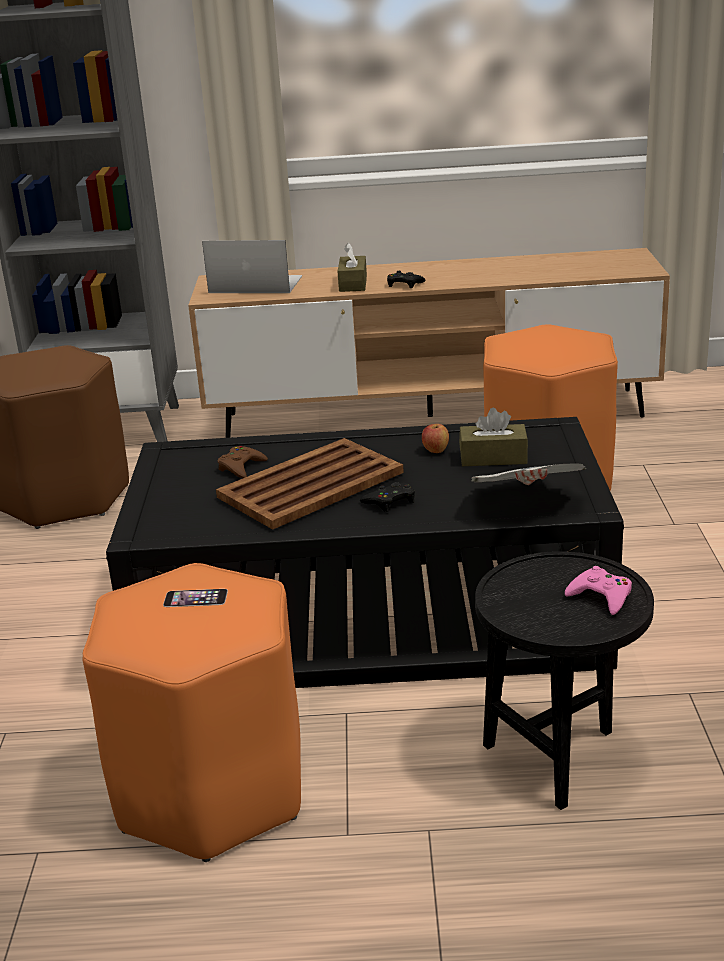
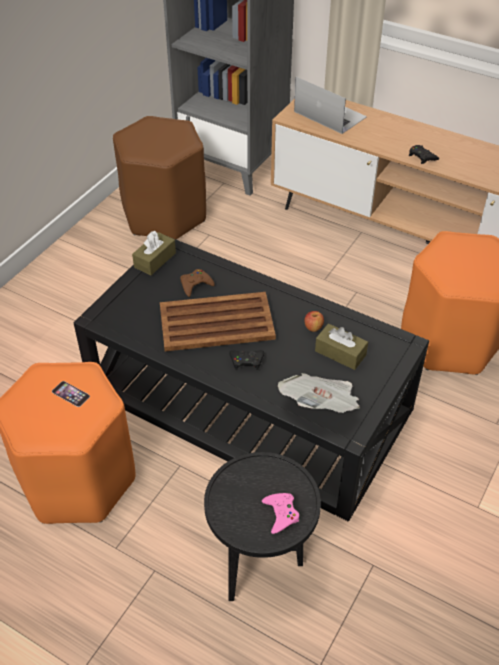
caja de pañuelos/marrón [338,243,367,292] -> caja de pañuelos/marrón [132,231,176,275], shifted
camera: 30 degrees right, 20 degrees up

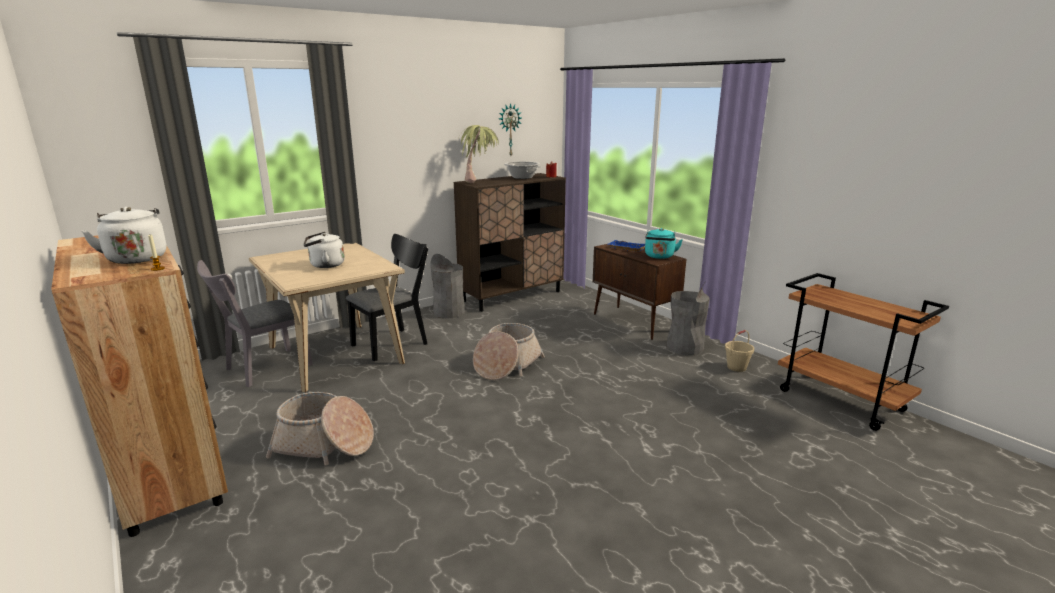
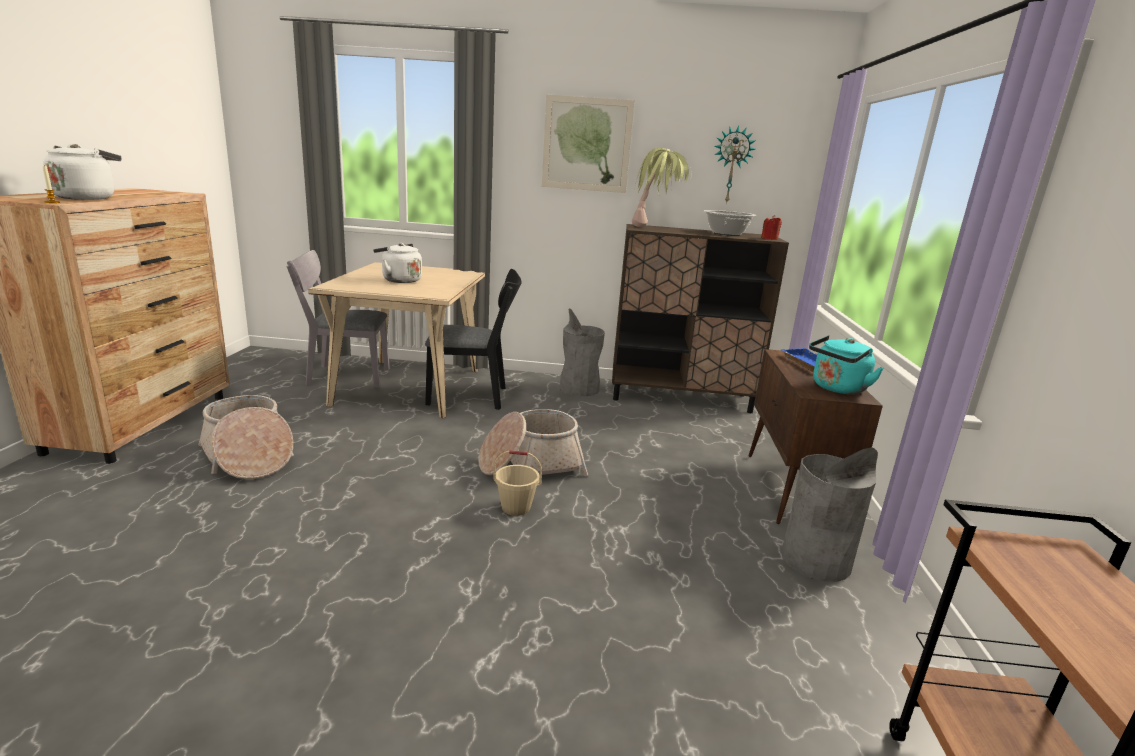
none -> cuadro [542,95,635,193]
cubo/beis [725,330,754,372] -> cubo/beis [493,450,542,516], shifted
camera: 40 degrees right, 0 degrees up

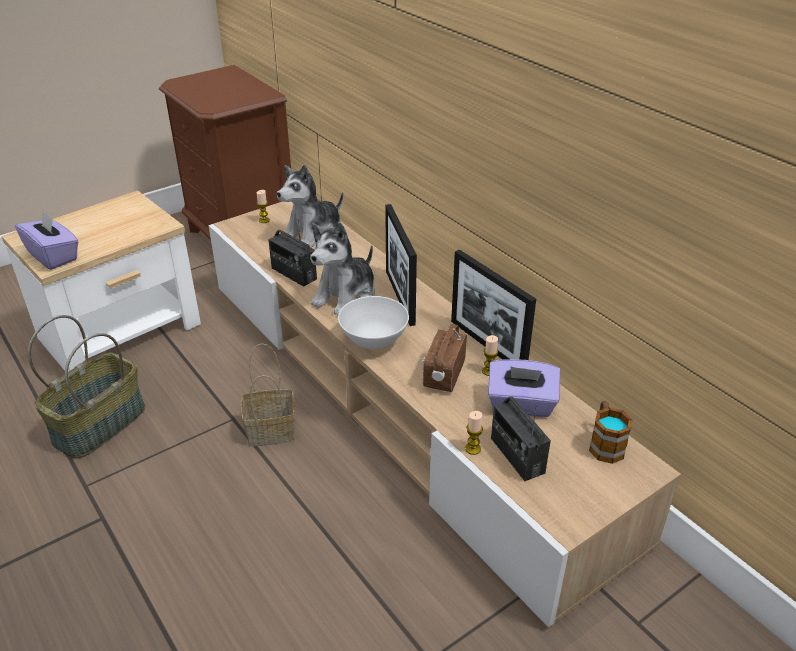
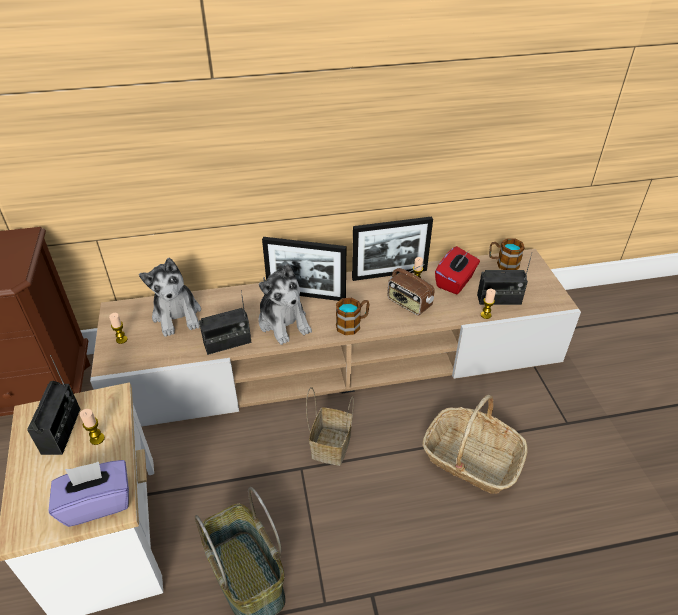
none -> radio [27,355,80,455]
none -> vela [80,409,105,445]
none -> cesta [422,395,528,494]
cuenco/blanco [338,296,409,349] -> taza grande [336,298,370,335]
caja de pañuelos/morado [488,359,560,417] -> caja de pañuelos/rojo [435,246,480,295]
camera: 65 degrees left, 5 degrees up

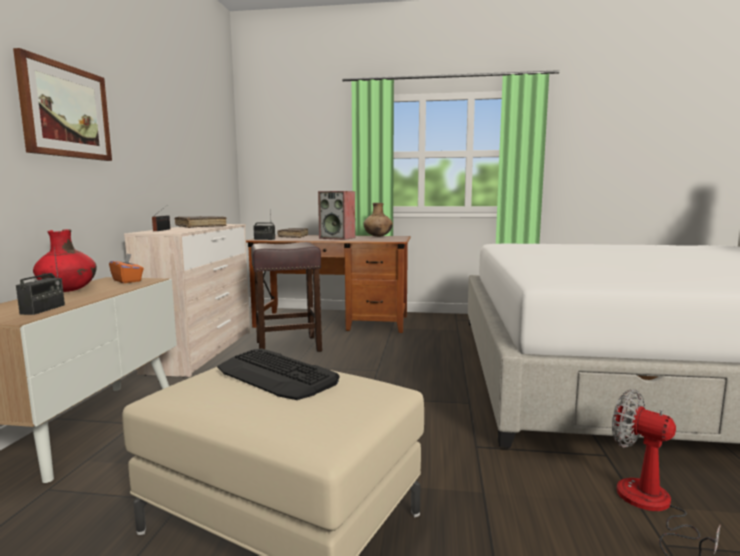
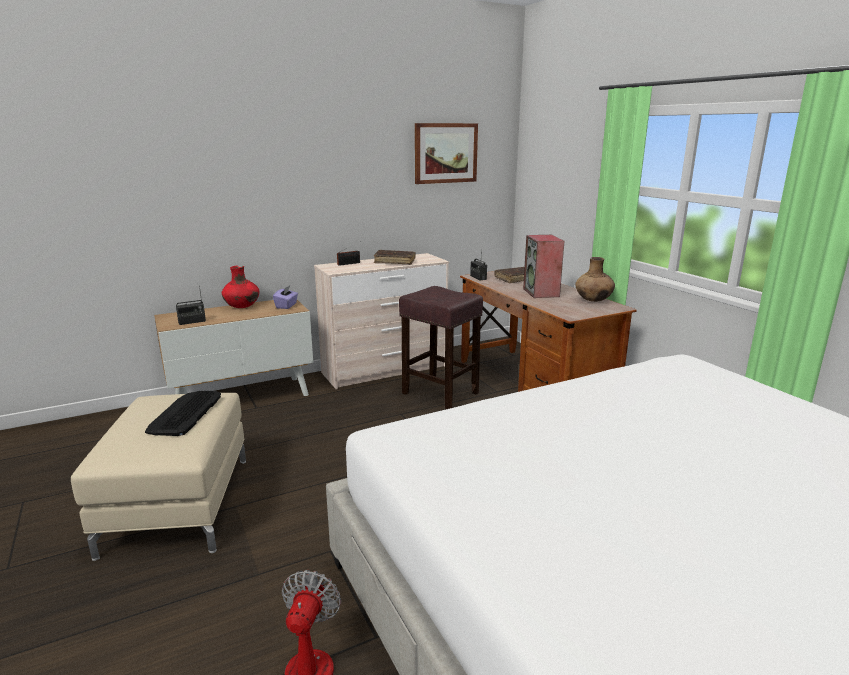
cuadro [13,48,112,161] -> cuadro [415,123,478,184], shifted
caja de pañuelos/naranja [109,254,144,283] -> caja de pañuelos/morado [273,286,298,309]
camera: 55 degrees right, 10 degrees up

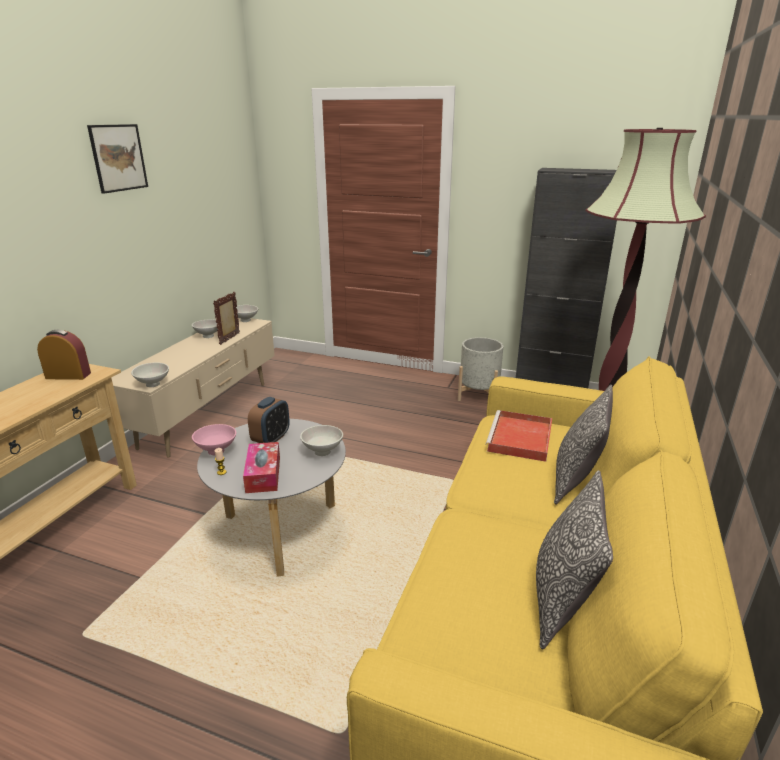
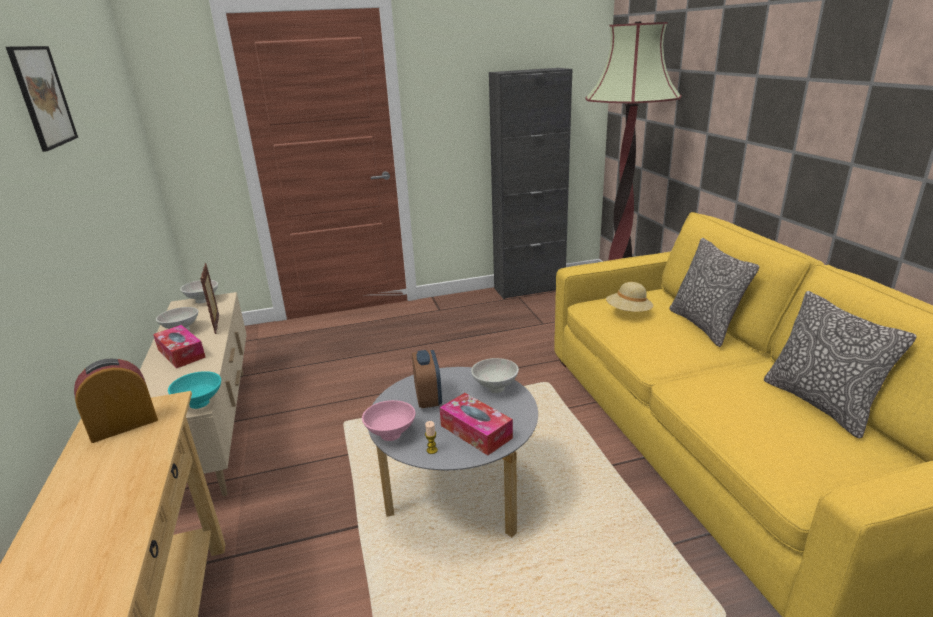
maceta/gris [458,337,504,401] -> none
none -> caja de pañuelos [153,325,206,368]
bandeja/rojo [486,410,552,462] -> sombrero/beis [606,282,654,312]
cuenco/blanco [131,362,169,387] -> cuenco/turquesa [168,371,221,409]
camera: 35 degrees left, 0 degrees up

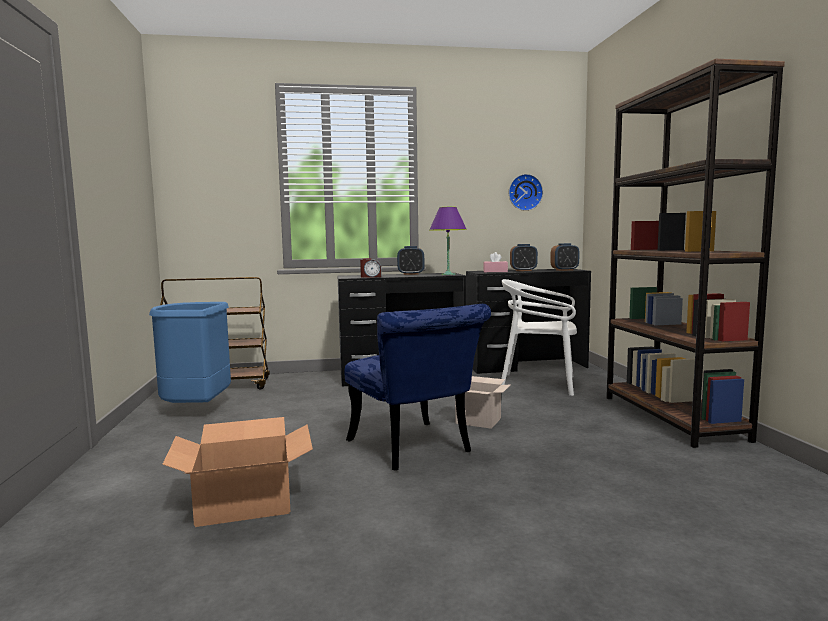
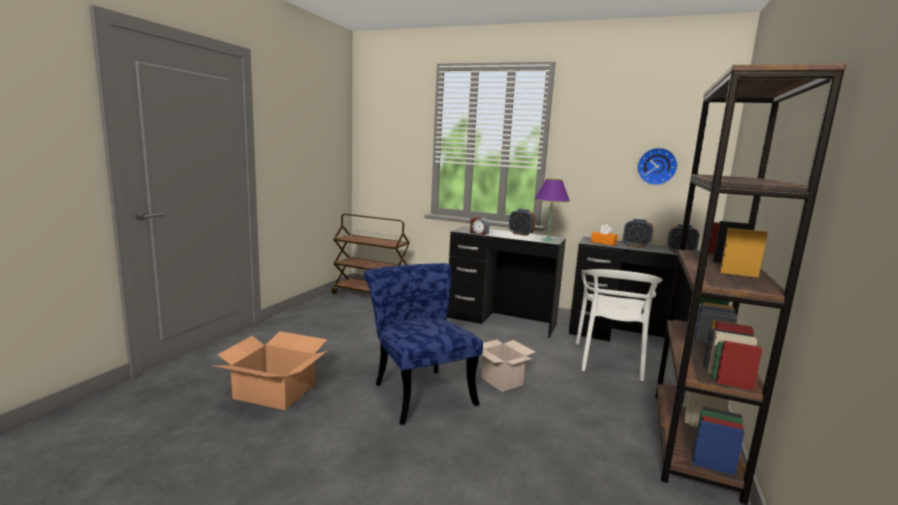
papelera/azul [149,302,231,403] -> none
caja de pañuelos/rosa [483,252,508,272] -> caja de pañuelos/naranja [591,224,618,246]
silla/azul [345,304,491,471] -> silla/azul [364,263,483,425], 150 degrees clockwise
silla/blanco [501,279,577,396] -> silla/blanco [576,269,663,381], 120 degrees counterclockwise
camera: 30 degrees right, 5 degrees up

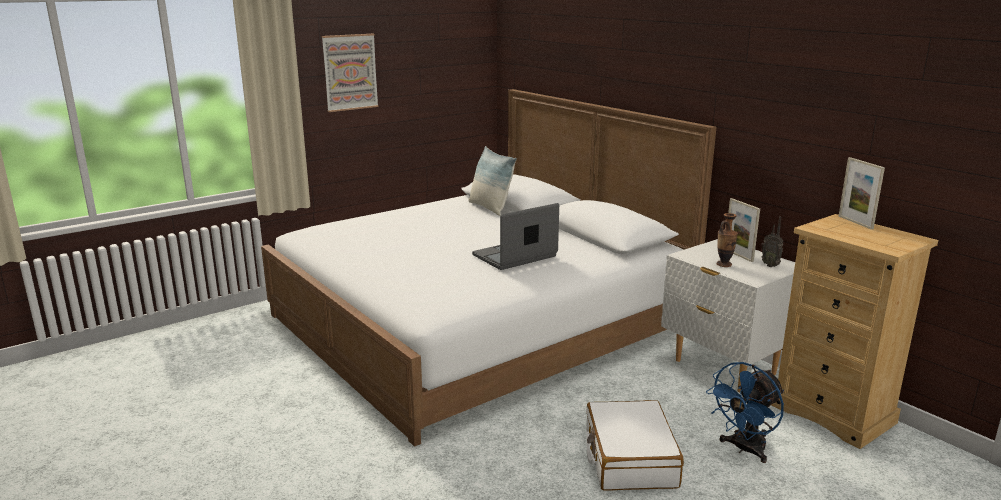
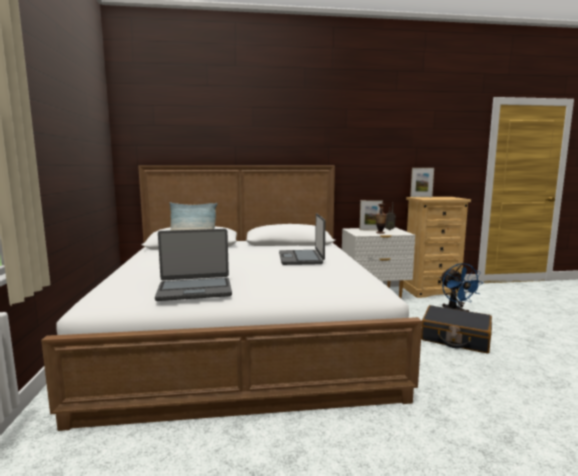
cuadro [322,34,379,112] -> none
none -> portátil [155,229,232,301]
maleta/blanco [586,400,684,490] -> maleta/negro [421,305,492,354]
camera: 60 degrees left, 10 degrees down

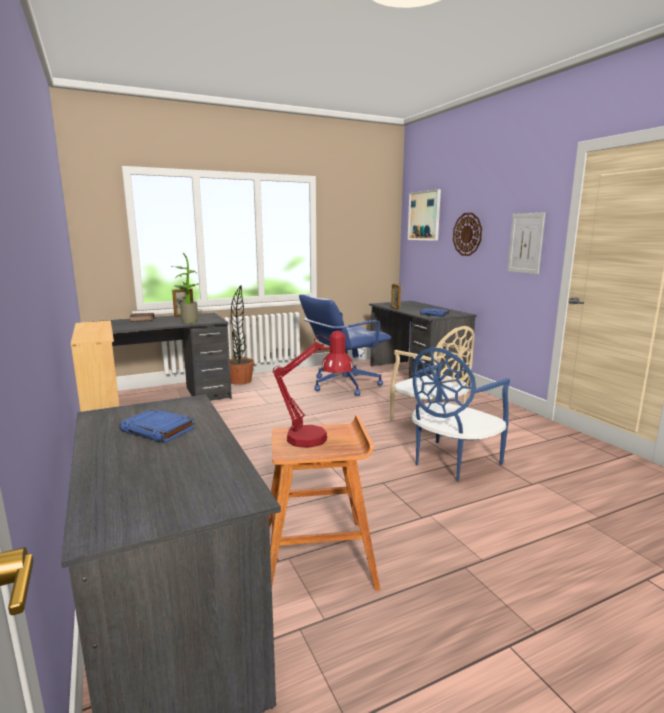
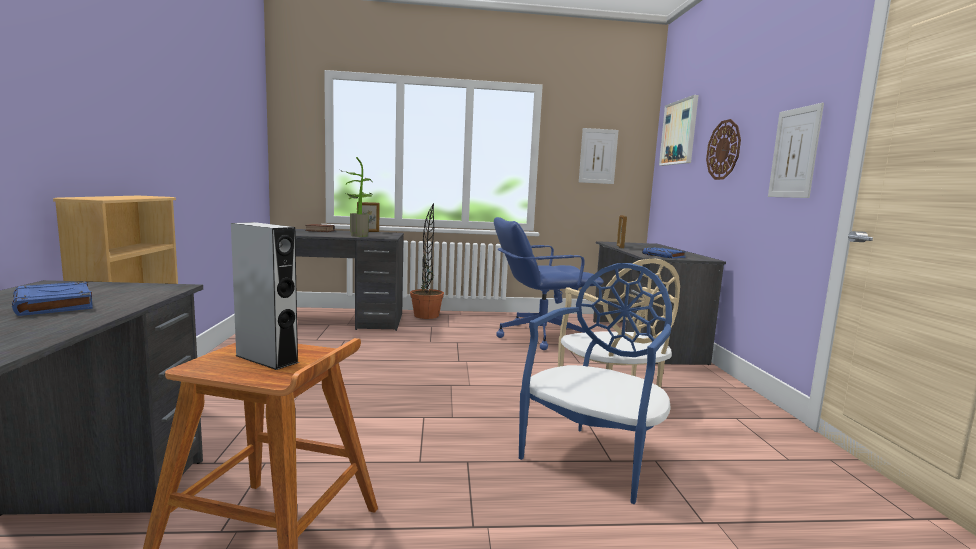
none -> cuadro [579,128,618,184]
lámpara de mesa/rojo [273,331,354,448] -> altavoz/gris [231,222,299,370]
silla/azul [411,347,510,482] -> silla/azul [519,263,672,504], 150 degrees clockwise
camera: 20 degrees right, 5 degrees down

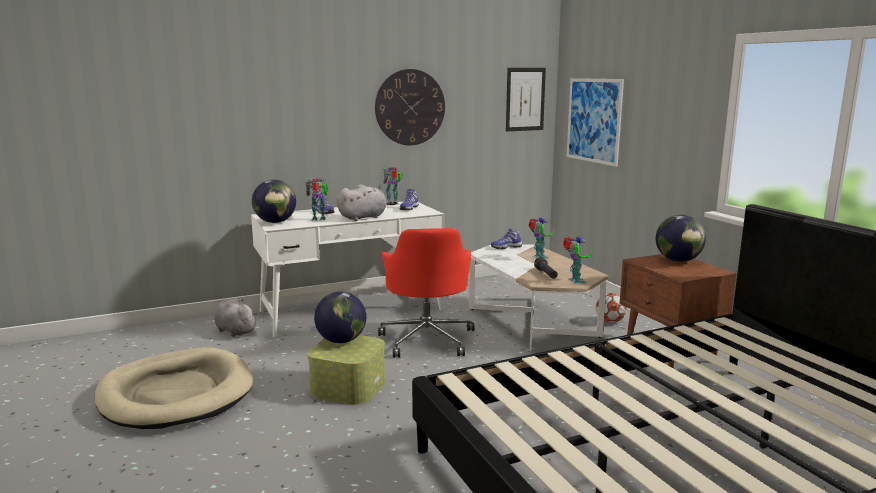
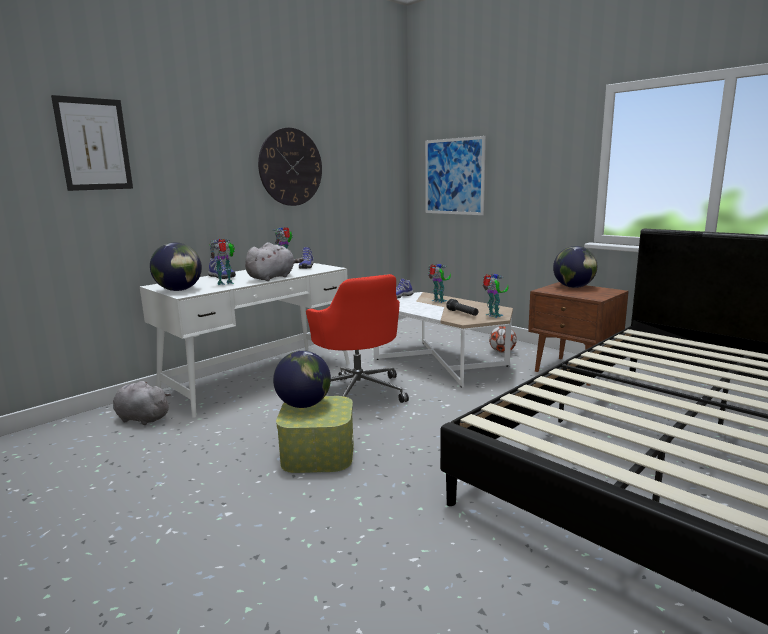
cama para perro/beis [95,347,253,429] -> none
cuadro [506,68,546,131] -> cuadro [51,95,133,191], shifted
camera: 20 degrees left, 0 degrees up

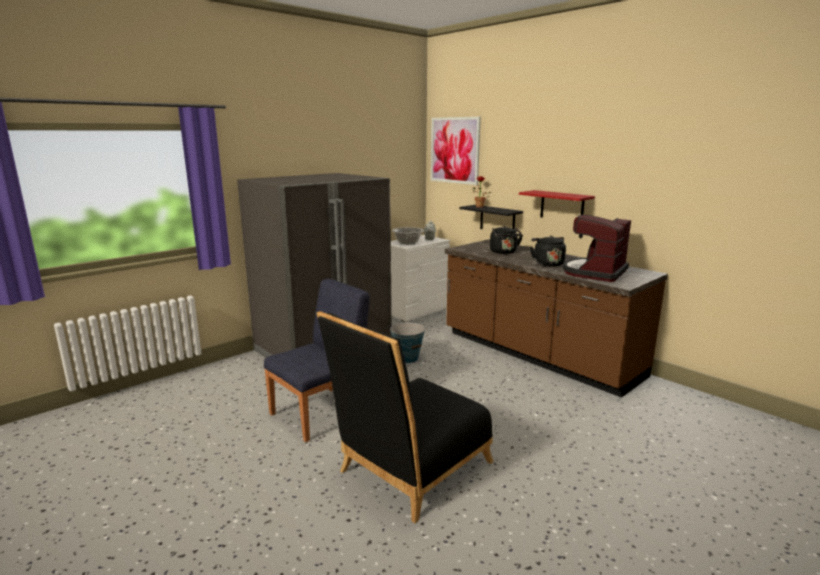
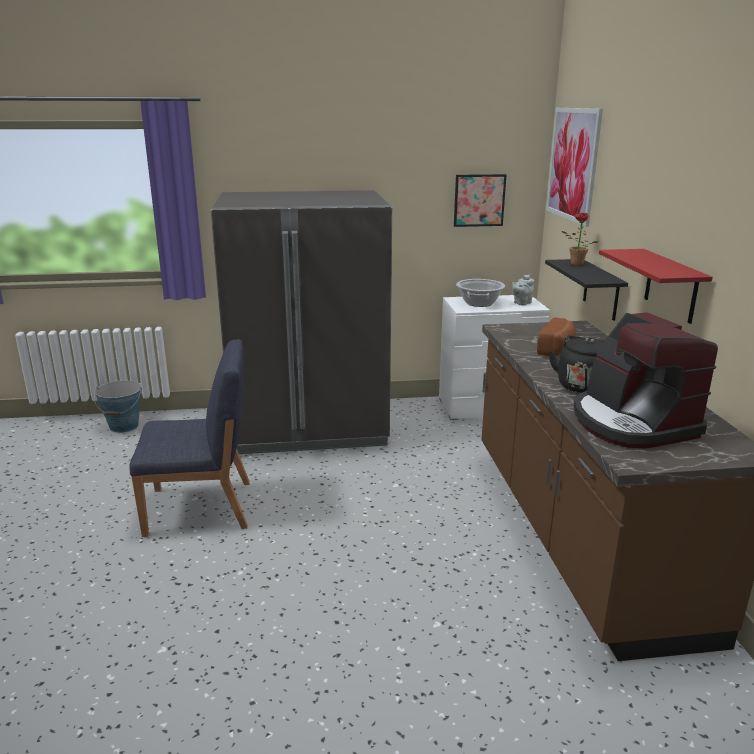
silla/negro [316,311,494,523] -> none
none -> cuadro [454,174,507,227]
cubo [390,322,426,363] -> cubo [94,380,142,433], shifted
hervidor/negro [490,226,523,254] -> pan [537,317,576,356]
cafetera [563,215,631,282] -> cafetera [574,312,718,449], 90 degrees counterclockwise
camera: 35 degrees right, 5 degrees up

